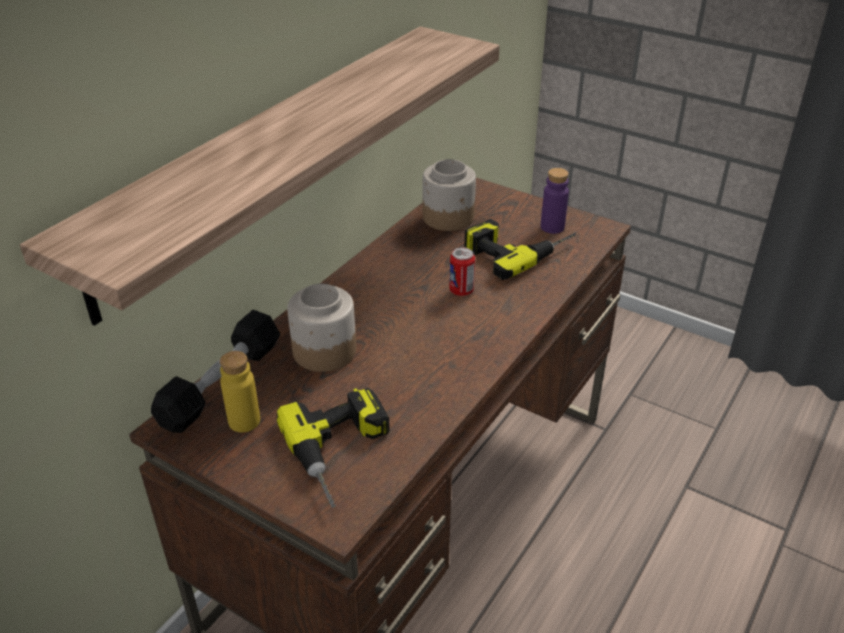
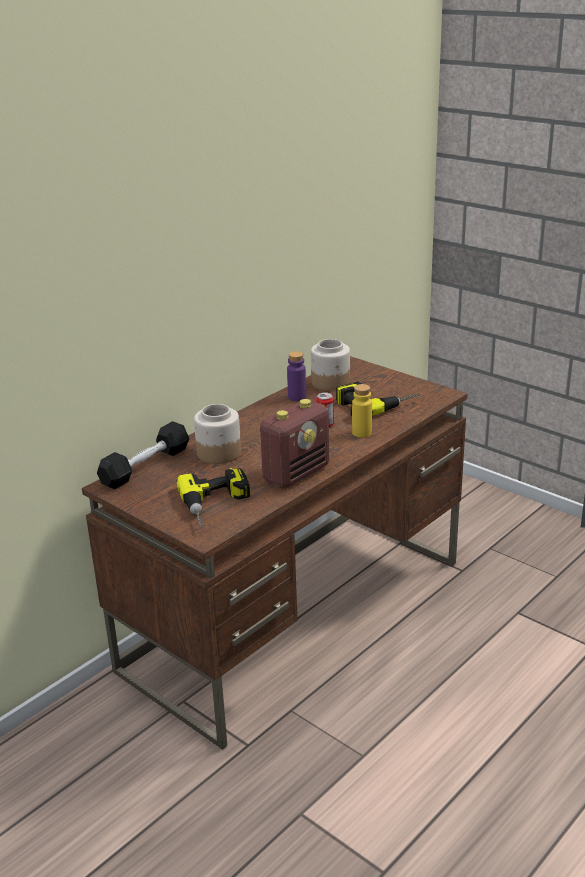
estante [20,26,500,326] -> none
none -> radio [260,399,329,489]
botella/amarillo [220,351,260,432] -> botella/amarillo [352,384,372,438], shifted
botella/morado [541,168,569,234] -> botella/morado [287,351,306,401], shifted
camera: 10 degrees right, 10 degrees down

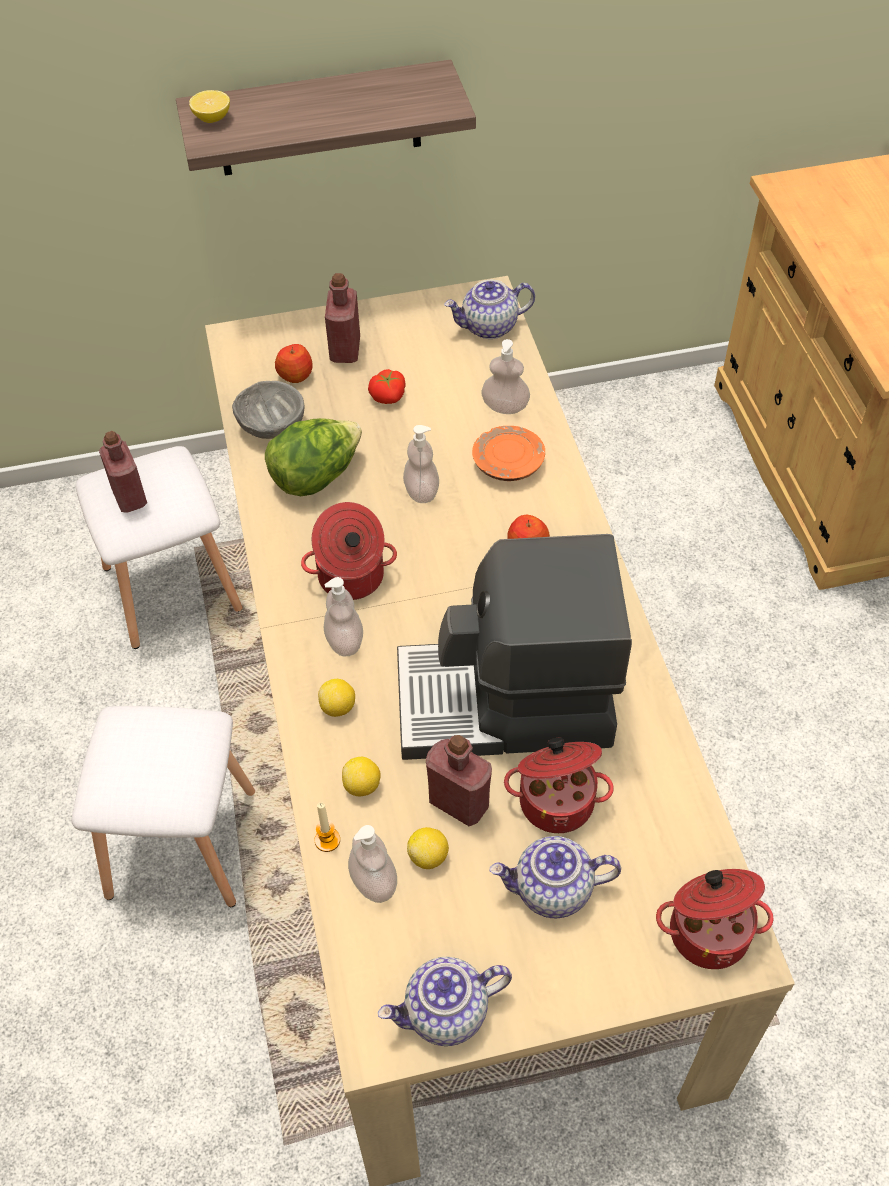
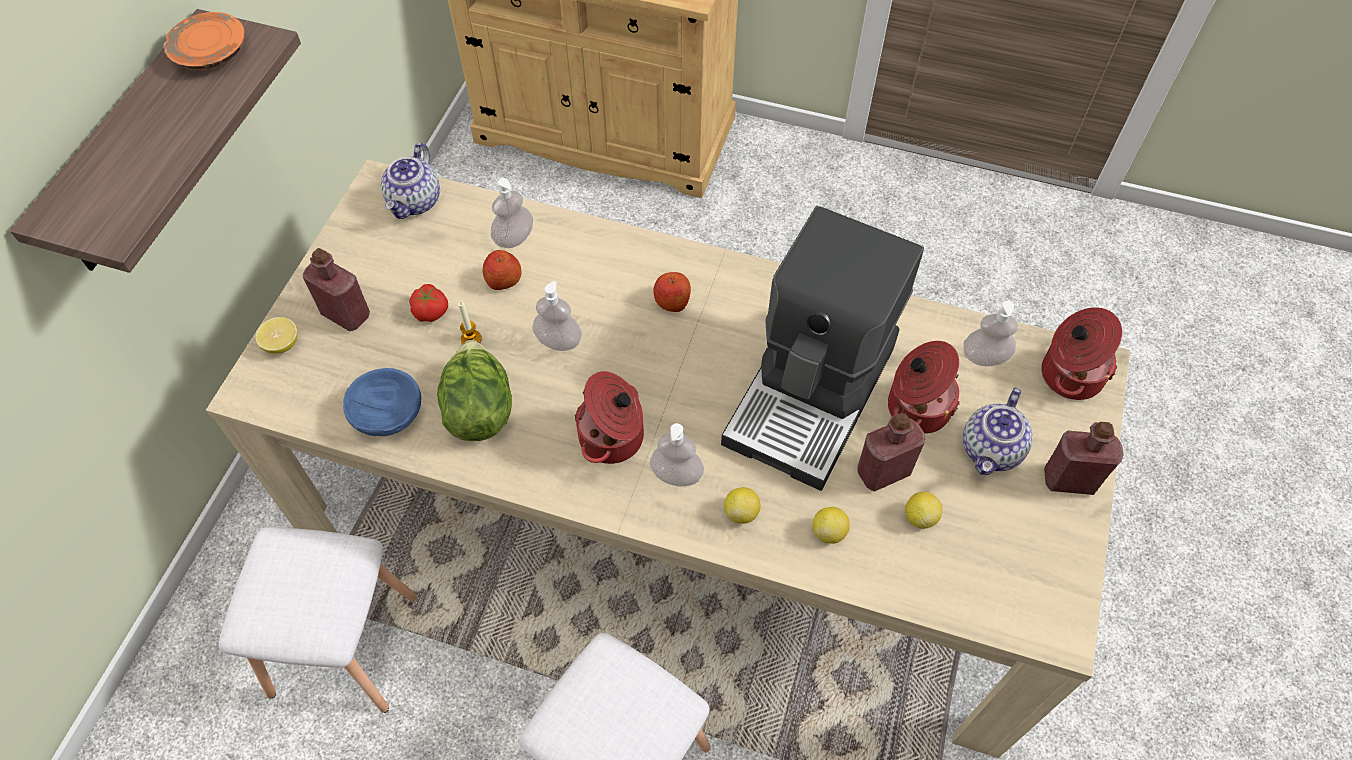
tetera [378,957,512,1046] -> none
botella/rojo [99,431,147,512] -> botella/rojo [1044,422,1123,495], shifted
limón [189,90,230,123] -> limón [256,317,298,354], shifted
manzana [275,344,312,383] -> manzana [483,250,521,290], shifted
vela [314,803,340,852] -> vela [458,302,482,344], shifted
dispensador de jabón [348,825,397,903] -> dispensador de jabón [963,301,1018,366], shifted
plato/naranja [472,426,545,481] -> plato/naranja [163,12,245,70], shifted
cuenco/gris [232,381,304,439] -> cuenco/azul [343,368,421,436]
camera: 60 degrees left, 5 degrees up

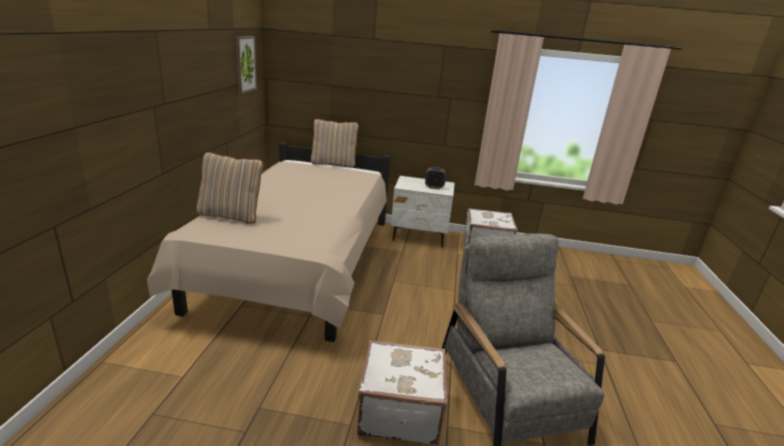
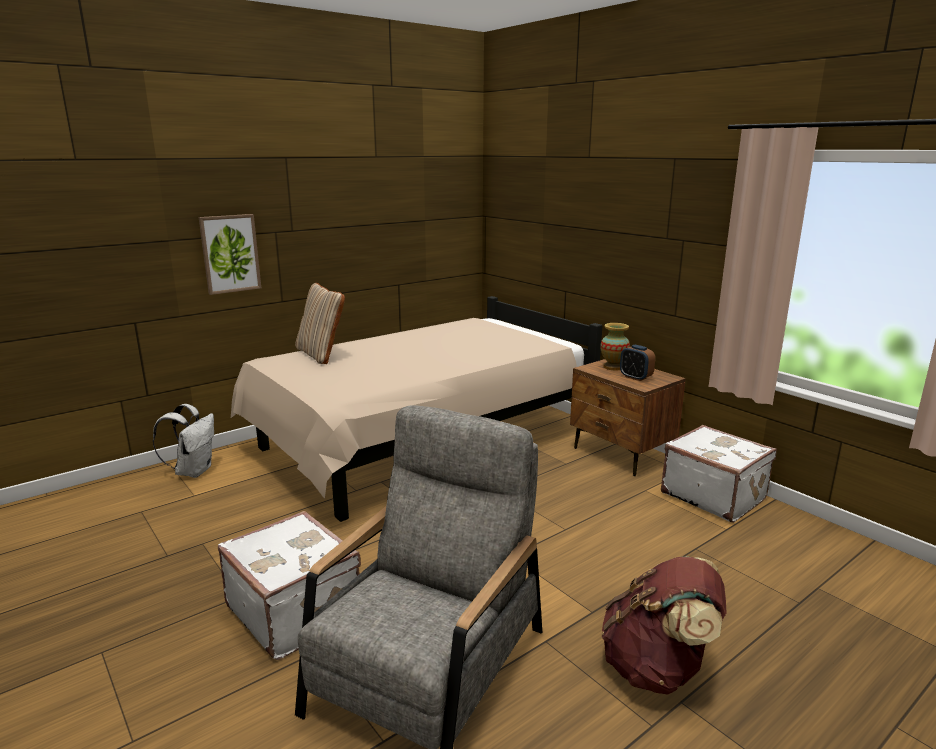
cojín/beis [311,119,359,168] -> none
none -> mochila/blanco [153,404,214,478]
none -> florero [600,323,630,370]
none -> mochila/marrón [601,556,726,695]
cuadro [235,36,257,94] -> cuadro [199,214,261,295], shifted
mesita de noche/blanco [391,176,455,248] -> mesita de noche/marrón [570,359,686,476]
camera: 45 degrees right, 5 degrees down

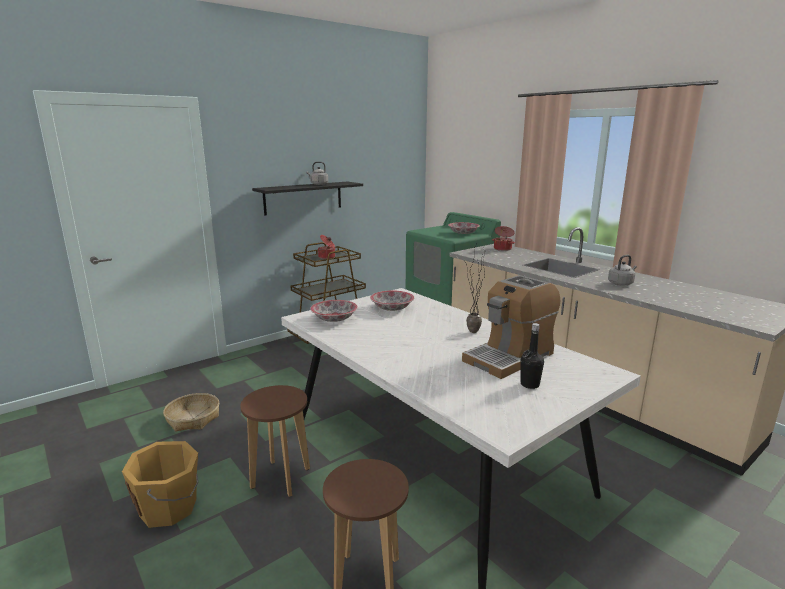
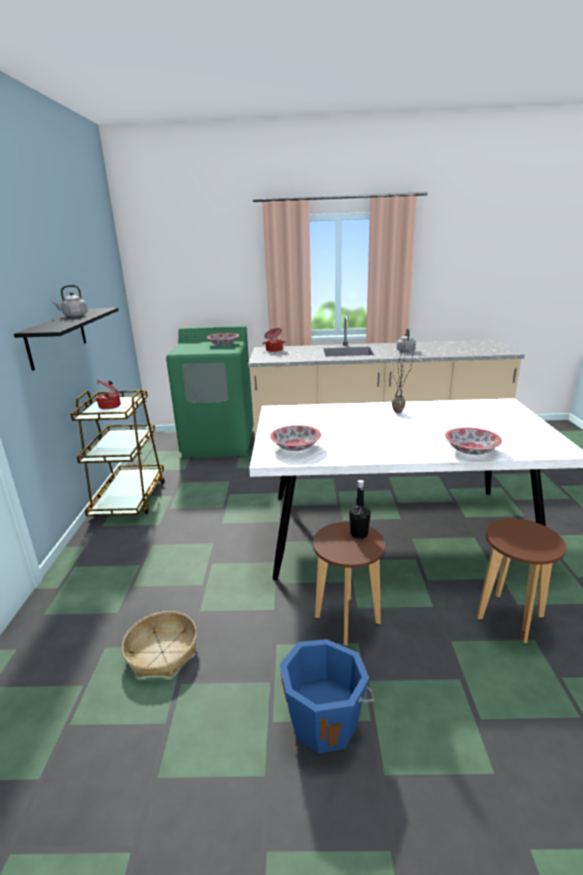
cafetera [462,275,560,379] -> none
cuenco [370,290,414,311] -> cuenco [445,427,502,455], shifted
botella/negro [521,323,544,389] -> botella/negro [349,480,371,539], shifted
cubo/naranja [122,441,199,528] -> cubo/azul [280,639,375,754]
camera: 50 degrees left, 5 degrees up

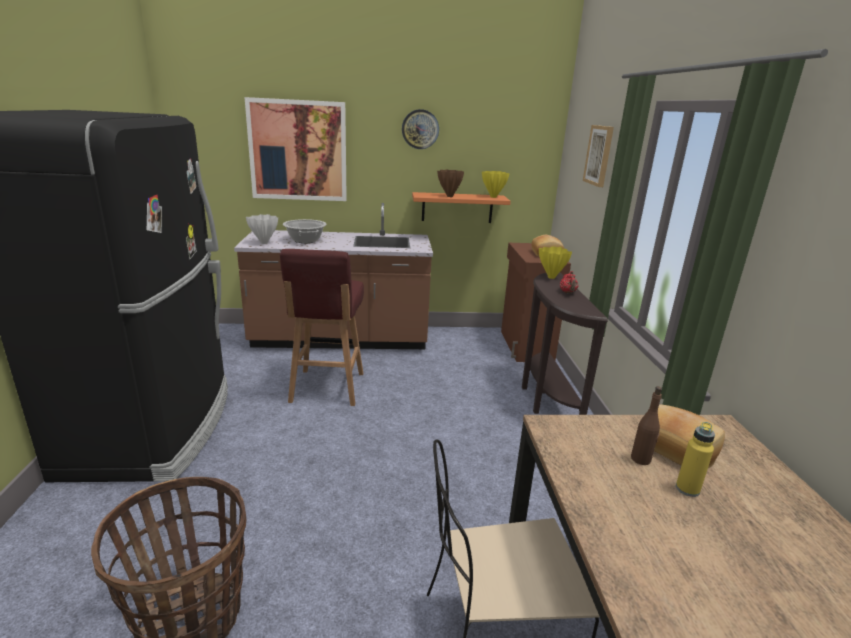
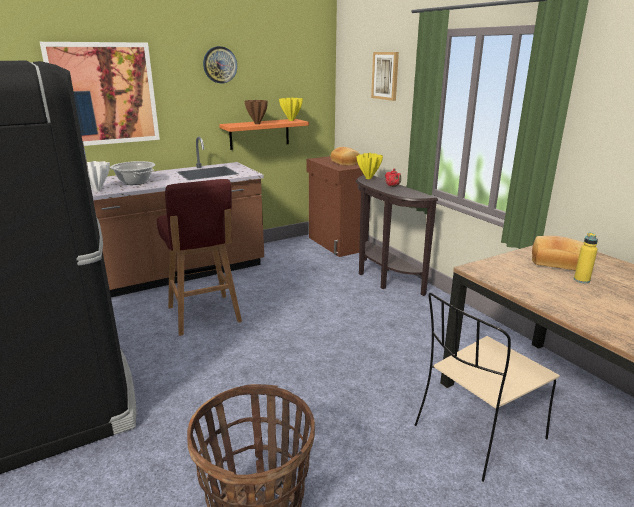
botella/marrón [631,386,662,465] -> none
camera: 25 degrees left, 0 degrees up

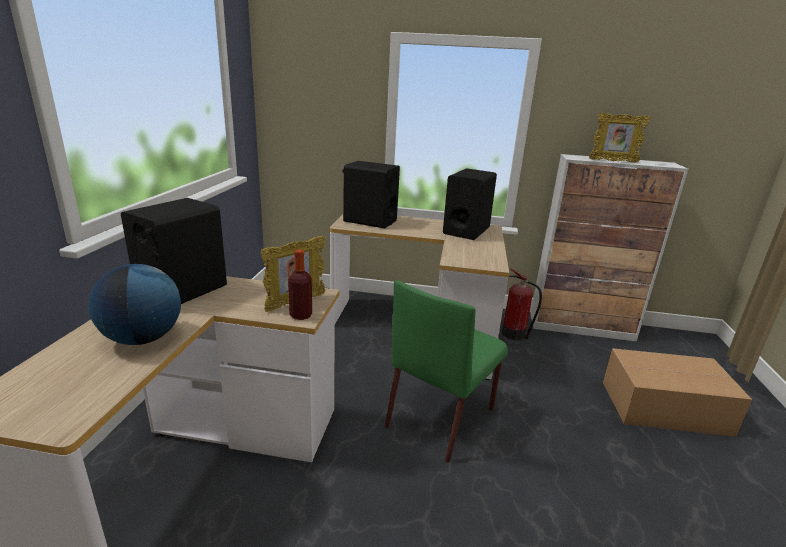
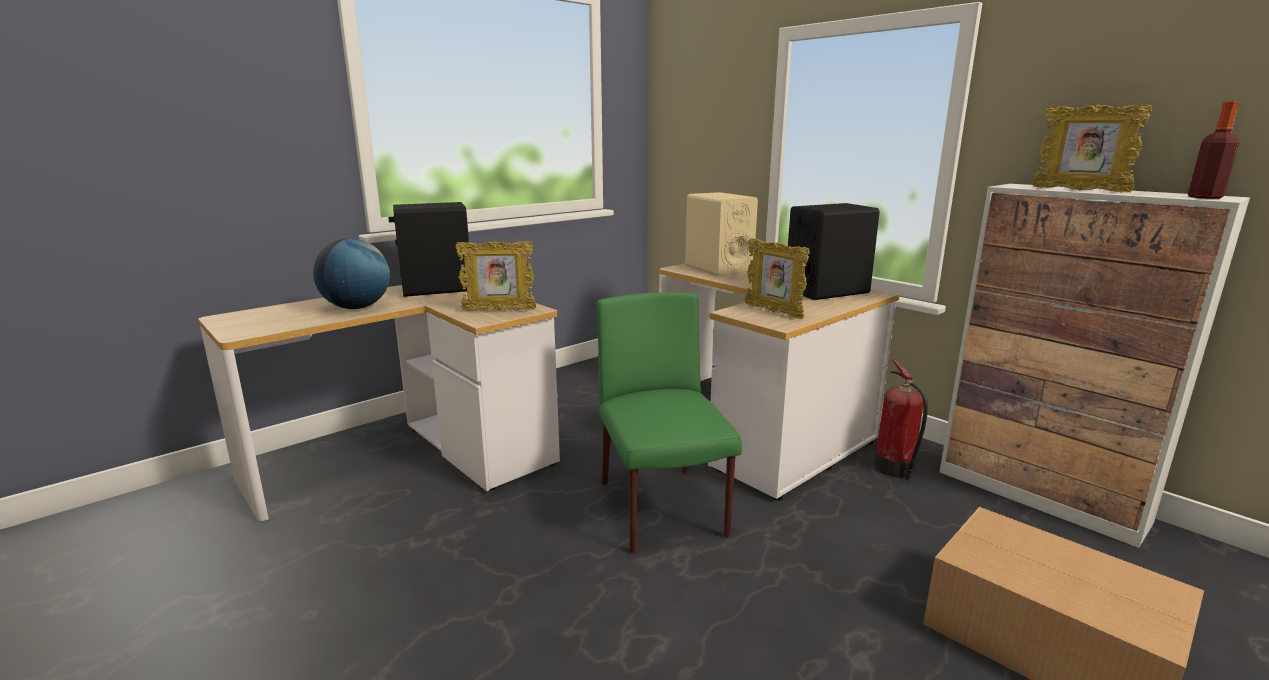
none -> portarretratos [745,238,810,319]
botella [288,249,312,320] -> botella [1188,101,1239,199], shifted
altavoz/negro [343,161,400,228] -> altavoz/beis [685,192,758,276]
silla/verde [385,280,508,463] -> silla/verde [597,292,742,554], 90 degrees clockwise
camera: 40 degrees right, 5 degrees down

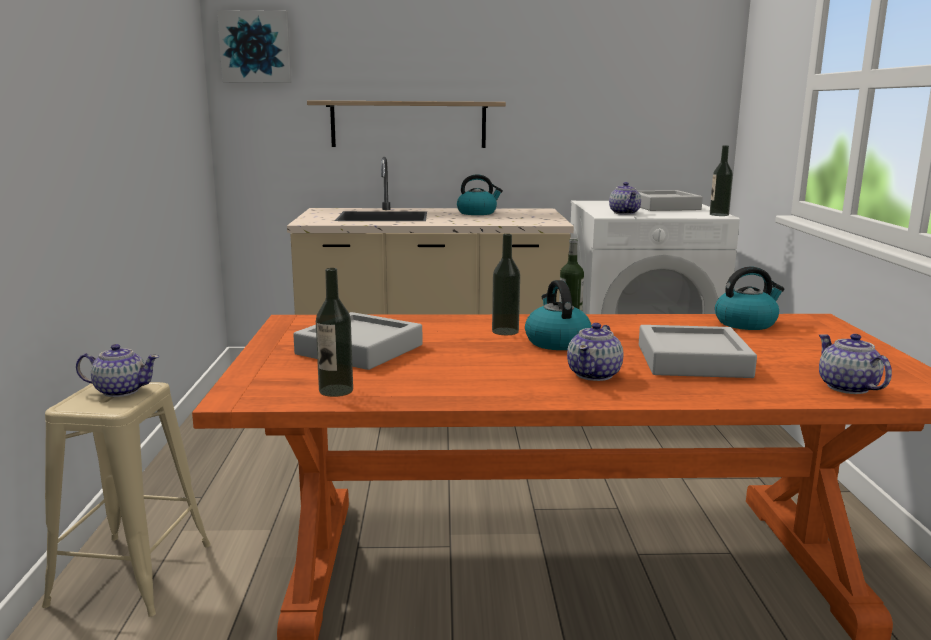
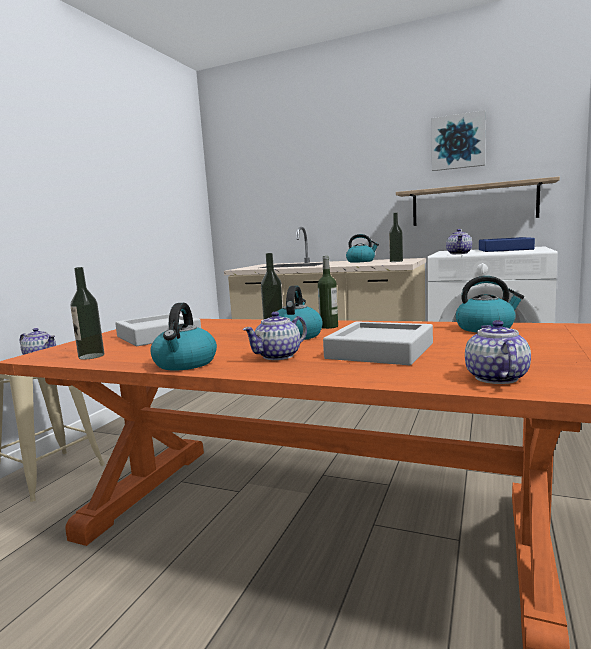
none -> hervidor [151,303,217,370]
cuadro [217,10,291,83] -> cuadro [432,110,486,171], shifted
estante [307,100,506,148] -> estante [396,177,560,226], shifted
botella [710,145,733,216] -> botella [389,213,403,262], shifted
bandeja/gris [638,190,703,211] -> bandeja/azul [479,237,535,252]
camera: 25 degrees right, 5 degrees down

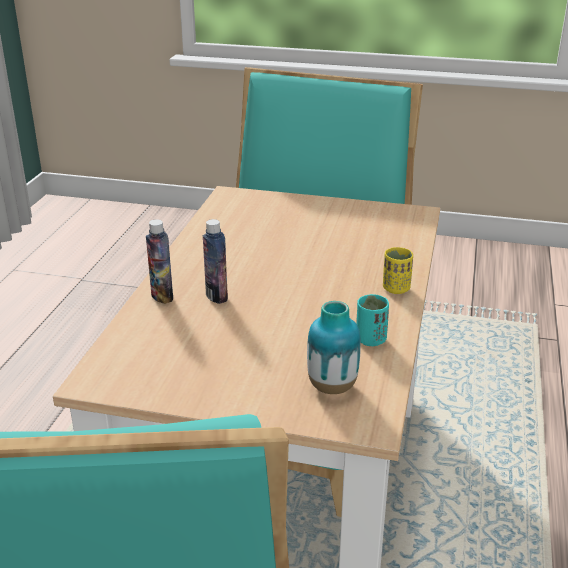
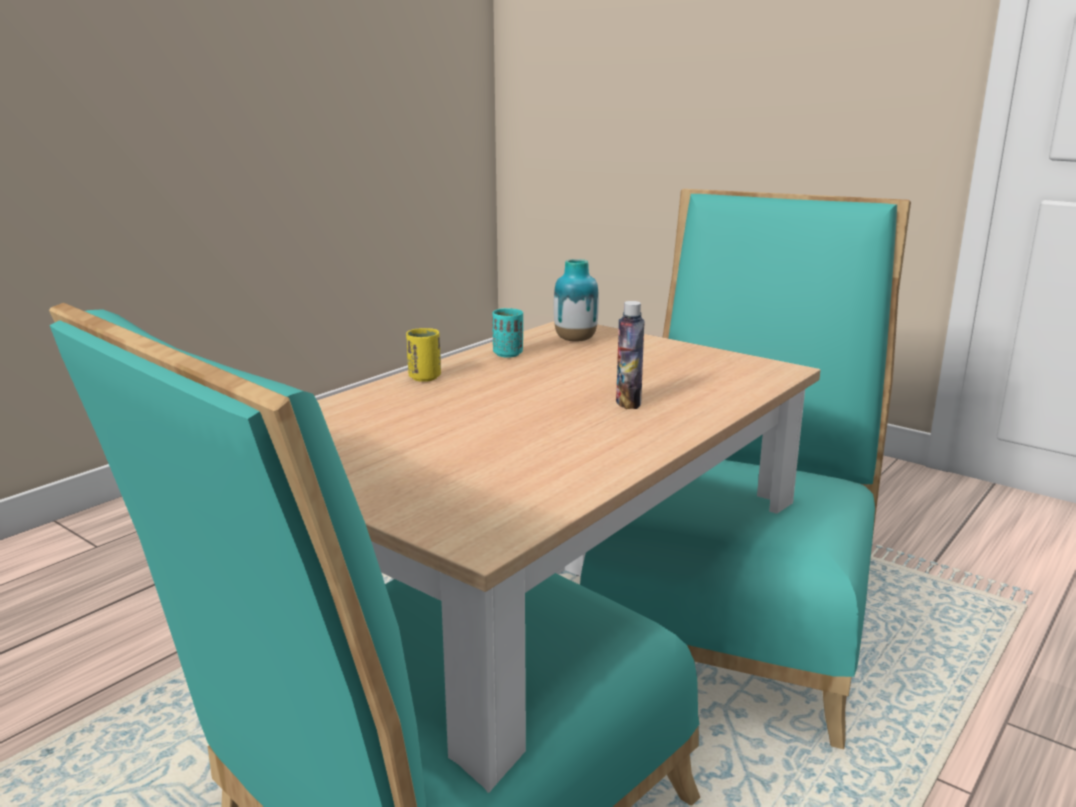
botella [146,219,173,304] -> none
camera: 155 degrees left, 10 degrees down

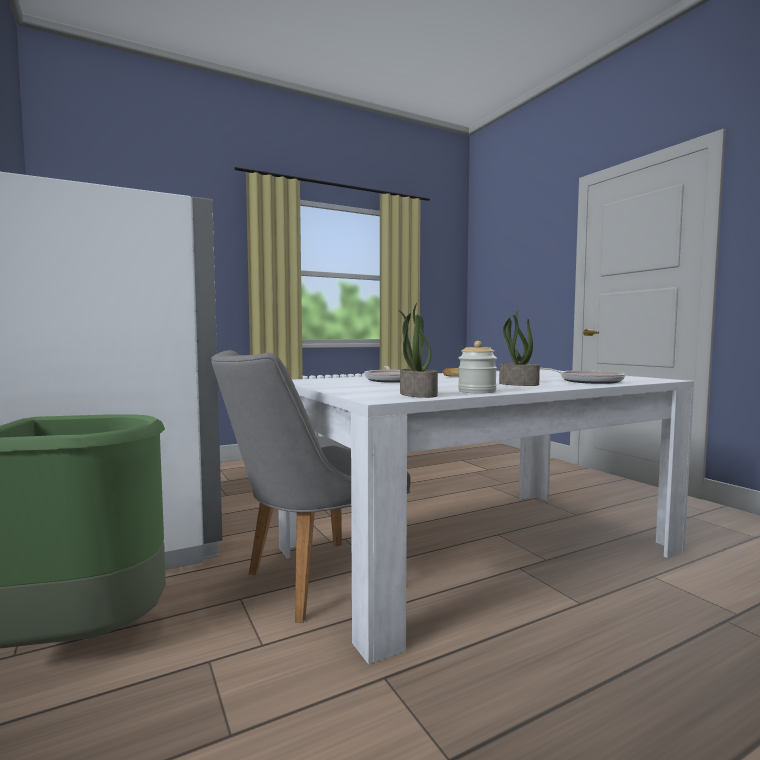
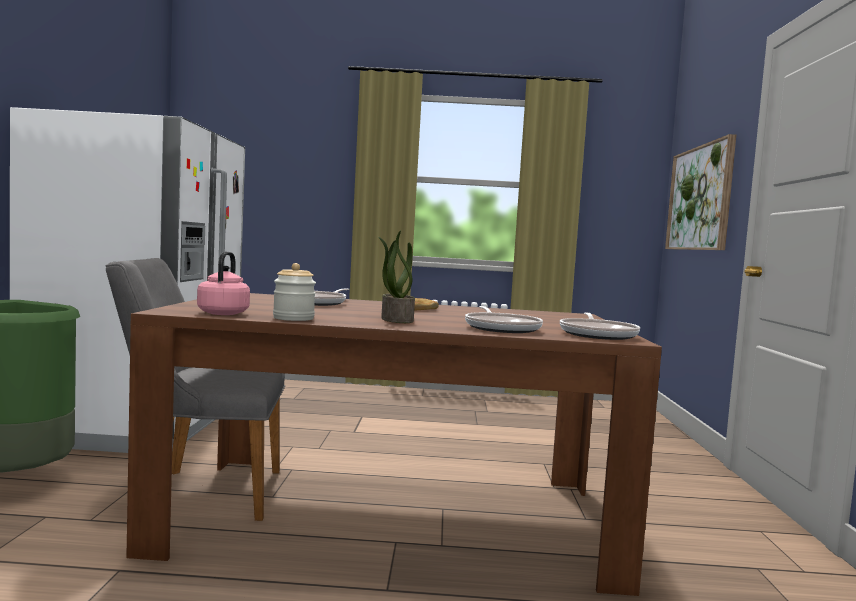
none -> sartén [560,313,640,340]
none -> cuadro [665,134,736,250]
planta en maceta [398,303,438,398] -> hervidor/rosa [197,251,250,315]
mesa de comedor/blanco [278,369,694,664] -> mesa de comedor/marrón [126,293,662,596]
camera: 30 degrees right, 0 degrees up

